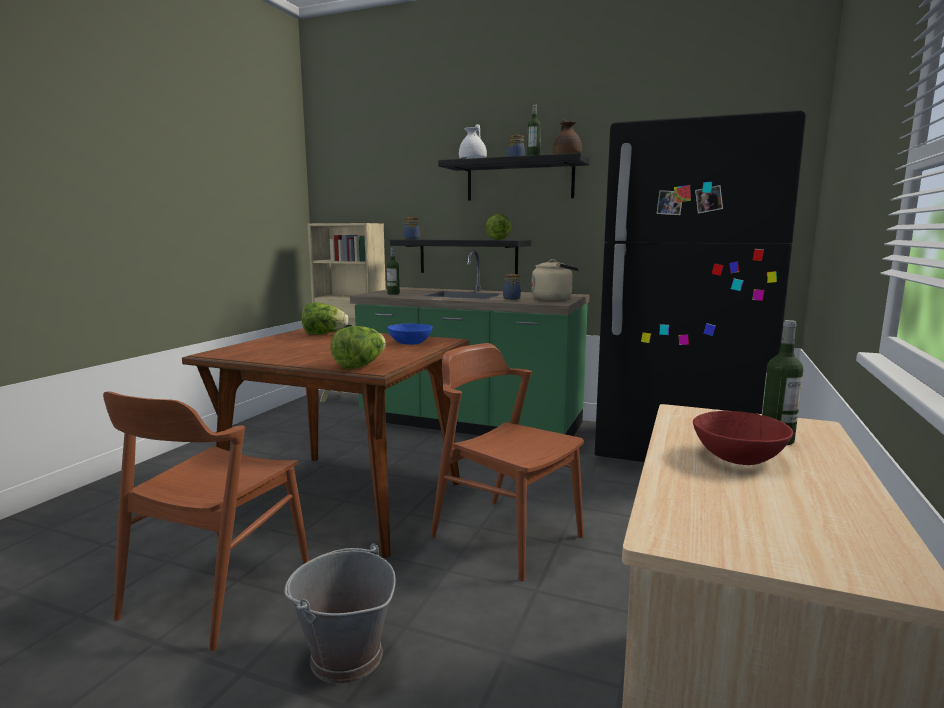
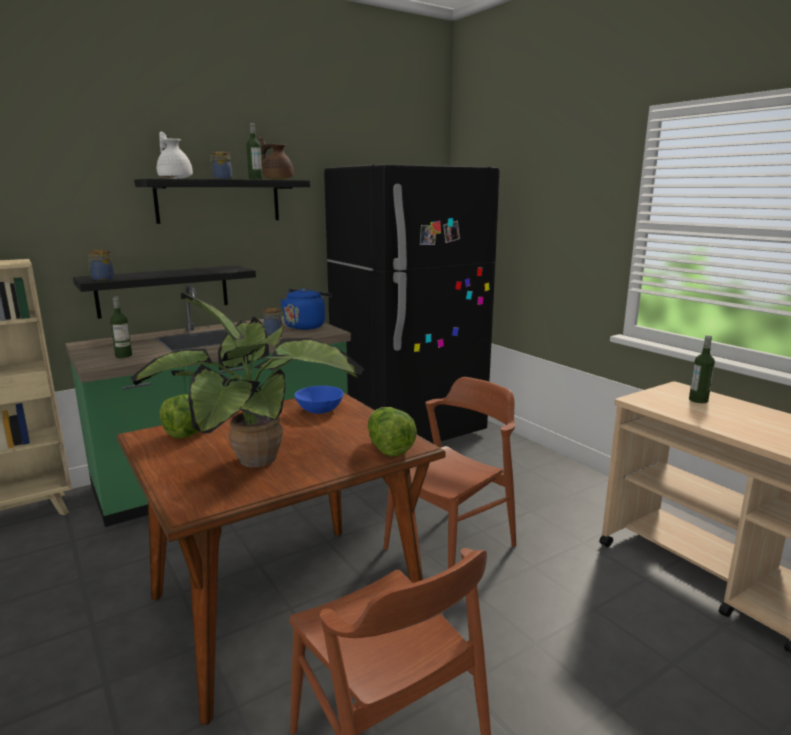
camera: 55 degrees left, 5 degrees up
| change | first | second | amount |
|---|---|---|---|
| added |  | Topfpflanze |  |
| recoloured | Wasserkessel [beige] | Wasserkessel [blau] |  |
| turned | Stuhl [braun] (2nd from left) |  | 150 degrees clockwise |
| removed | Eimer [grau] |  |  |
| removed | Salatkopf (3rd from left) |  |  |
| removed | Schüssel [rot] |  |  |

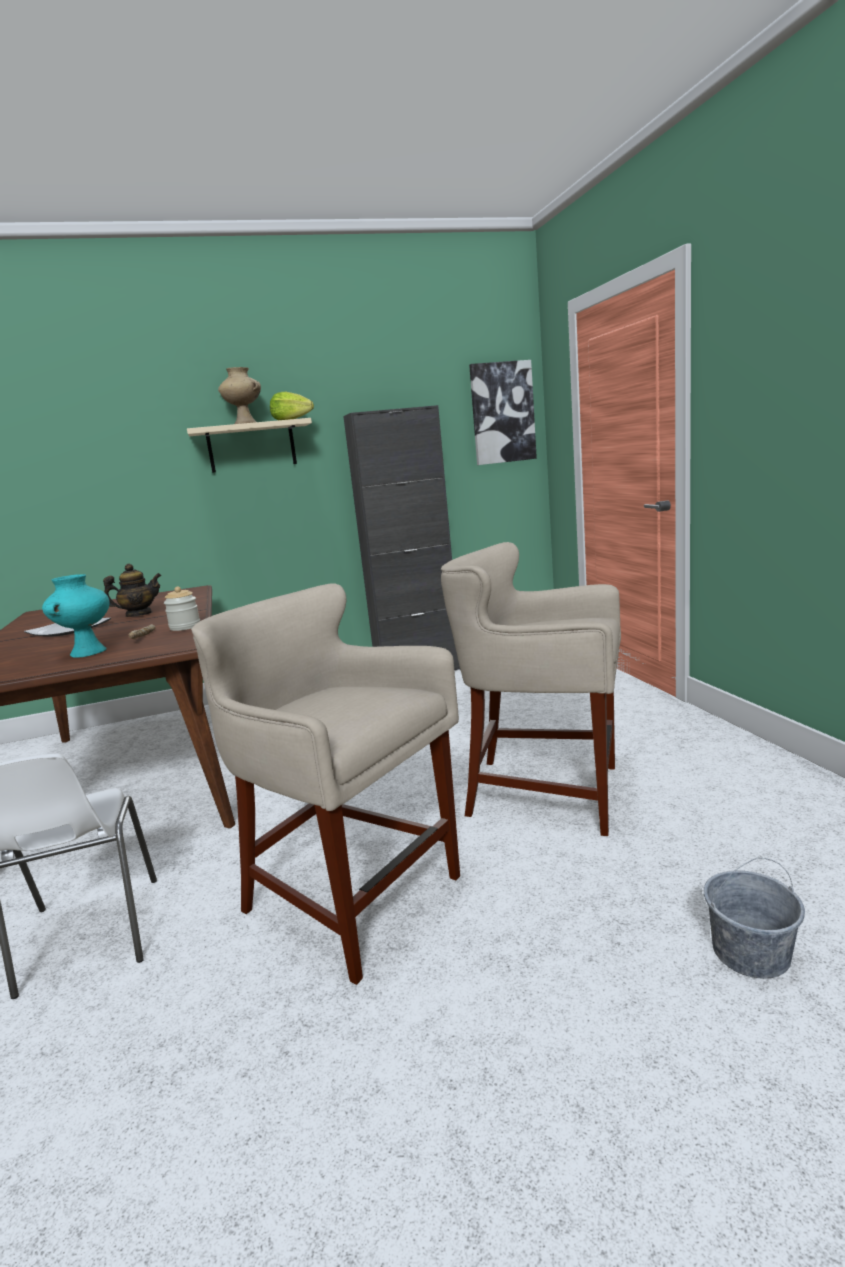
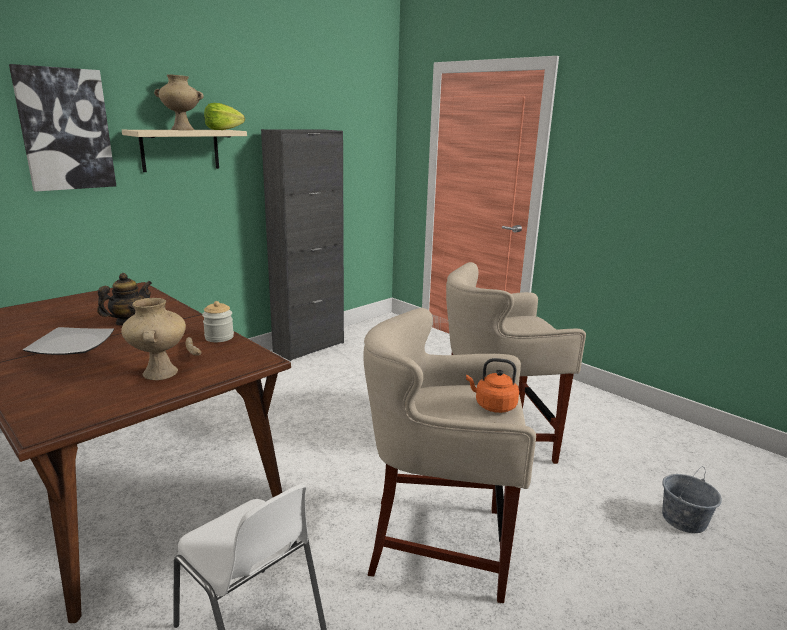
camera: 30 degrees left, 5 degrees up
| change | first | second | amount |
|---|---|---|---|
| moved | Bild |  |  |
| recoloured | Vase [türkis] | Vase [beige] (1st from left) |  |
| added |  | Wasserkessel [orange] |  |

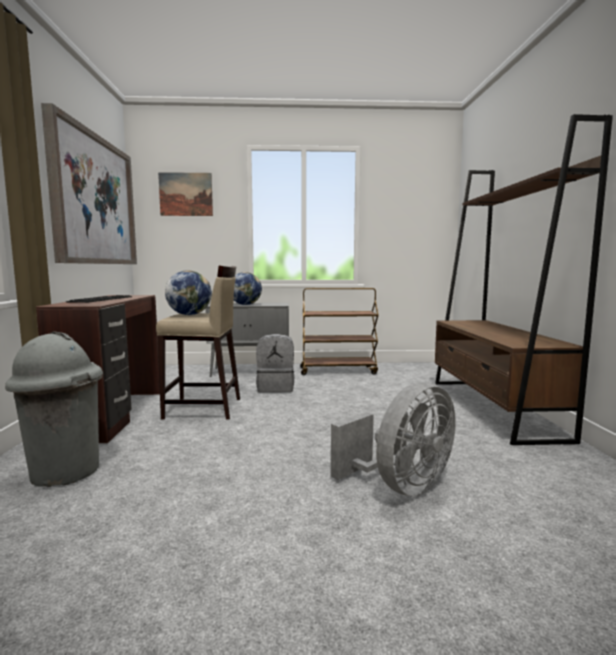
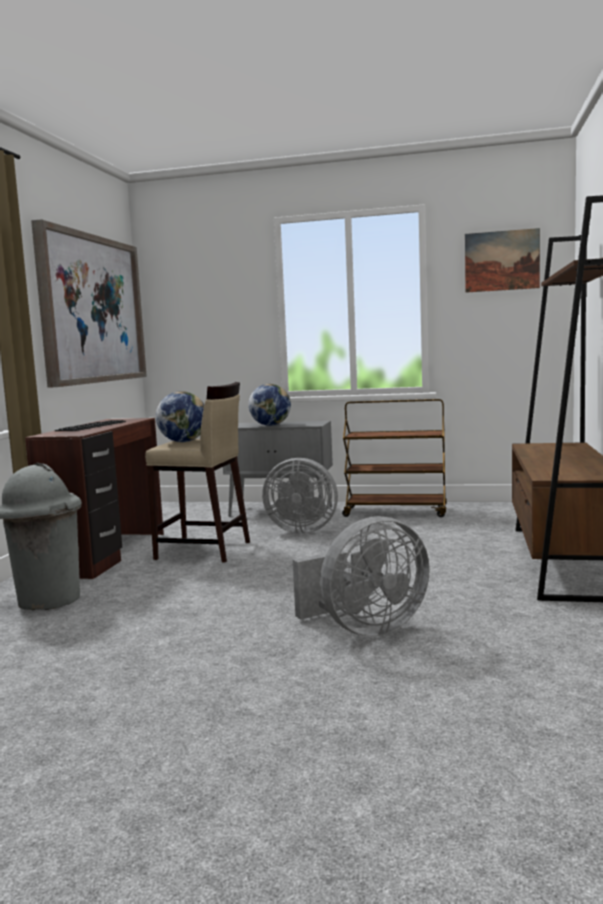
camera: 15 degrees right, 0 degrees up
| change | first | second | amount |
|---|---|---|---|
| replaced | Rucksack [grau] | Ventilator [grau] (1st from left) |  |
| moved | Bild (2nd from left) |  |  |

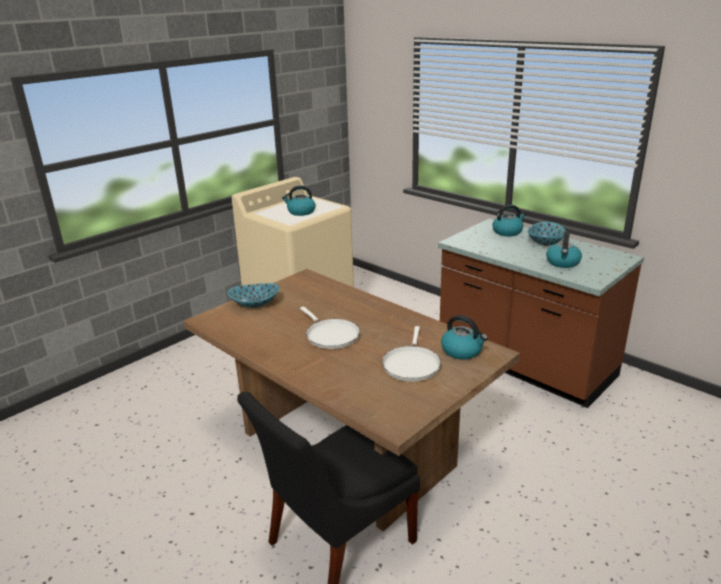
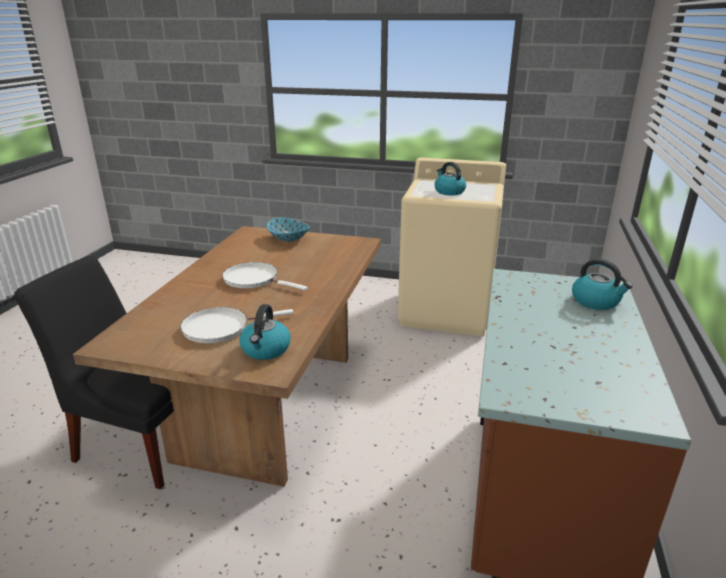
camera: 60 degrees right, 0 degrees up
| change | first | second | amount |
|---|---|---|---|
| turned | Pfanne [weiß] (1st from left in the first image) | Pfanne [weiß] (2nd from left) | 90 degrees clockwise |
| removed | Schüssel (2nd from left) |  |  |
| removed | Wasserkessel (4th from left) |  |  |

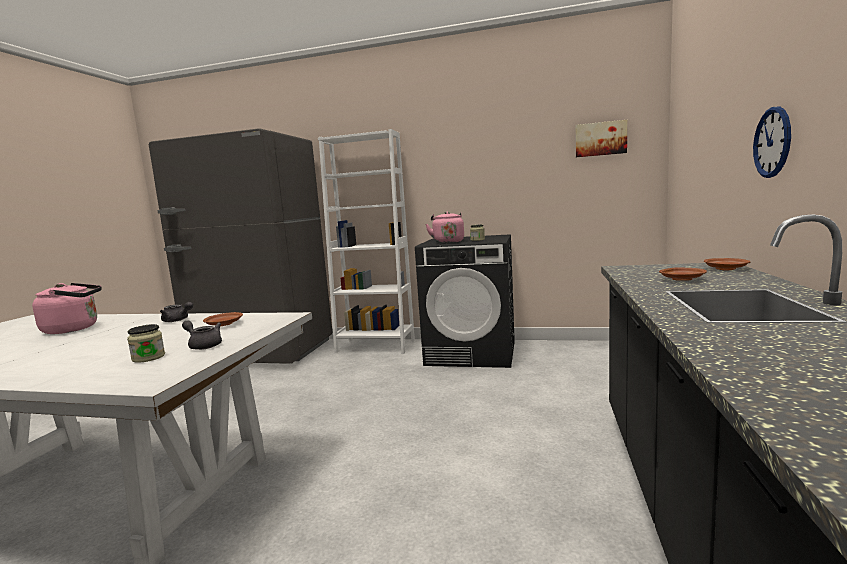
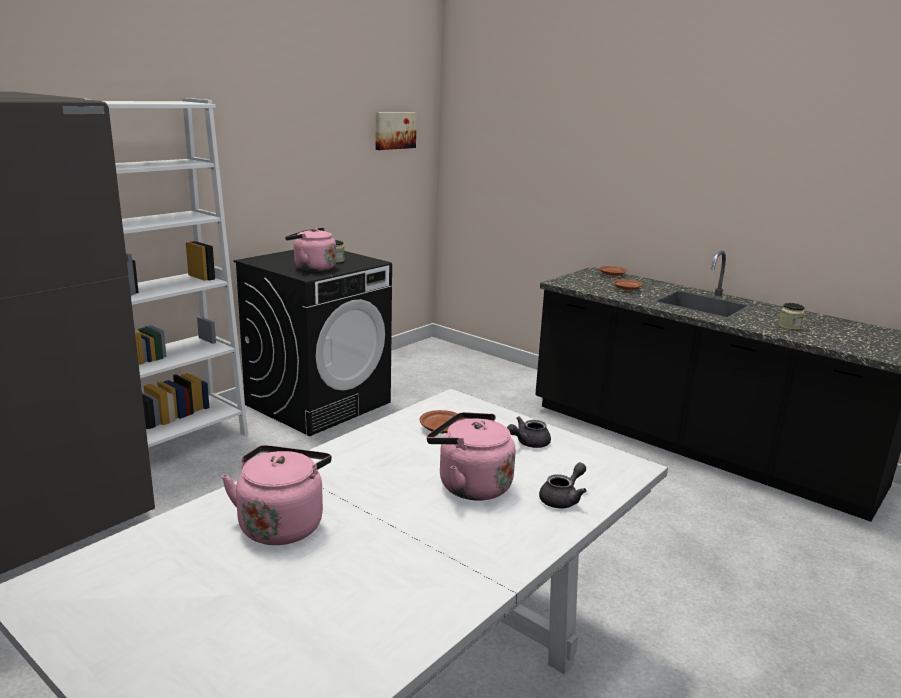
camera: 65 degrees left, 10 degrees up
| change | first | second | amount |
|---|---|---|---|
| added |  | Wasserkessel [rosa] (3rd from left) |  |
| moved | Teekanne [grau] (1st from left in the first image) | Teekanne [grau] (2nd from left) |  |
| moved | Vorratsglas (1st from left in the first image) | Vorratsglas (2nd from left) |  |
| removed | Wanduhr |  |  |

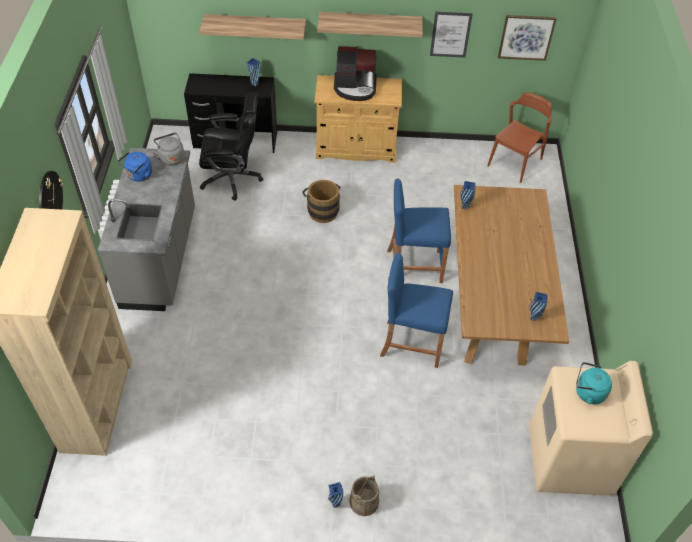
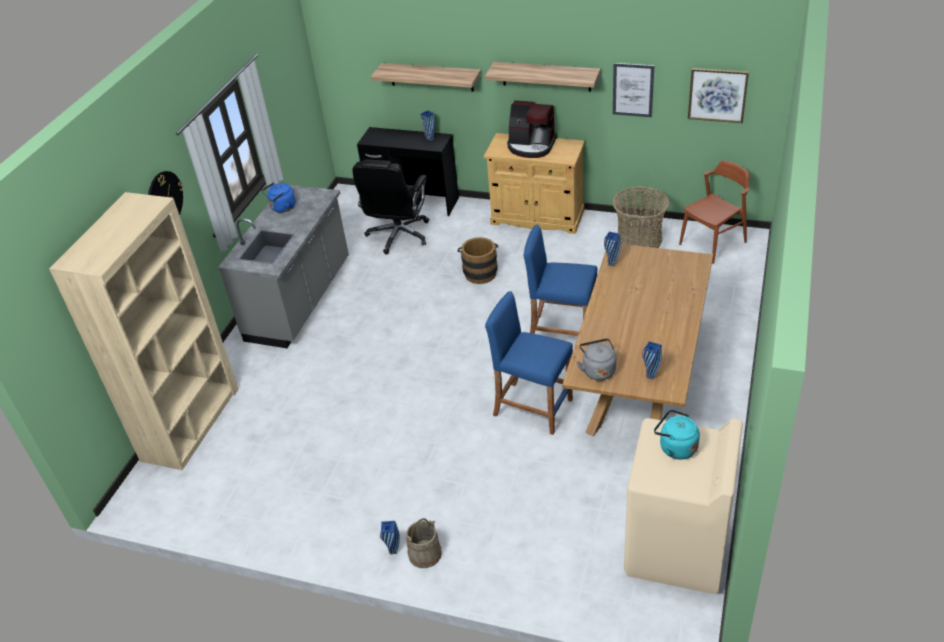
camera: 20 degrees right, 10 degrees down
| change | first | second | amount |
|---|---|---|---|
| turned | Bürostuhl [schwarz] |  | 90 degrees clockwise |
| moved | Wasserkessel [grau] |  |  |
| added |  | Korb |  |

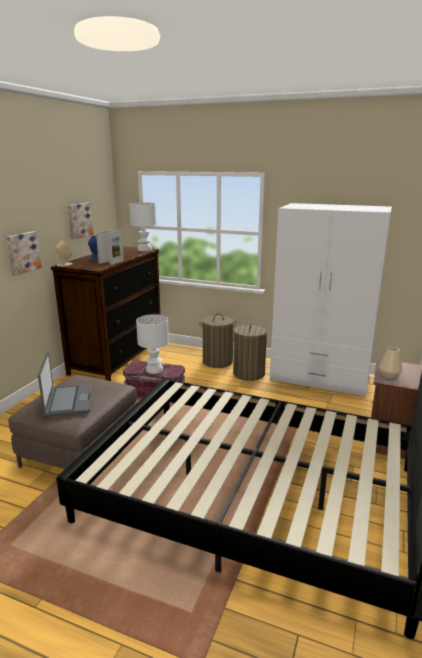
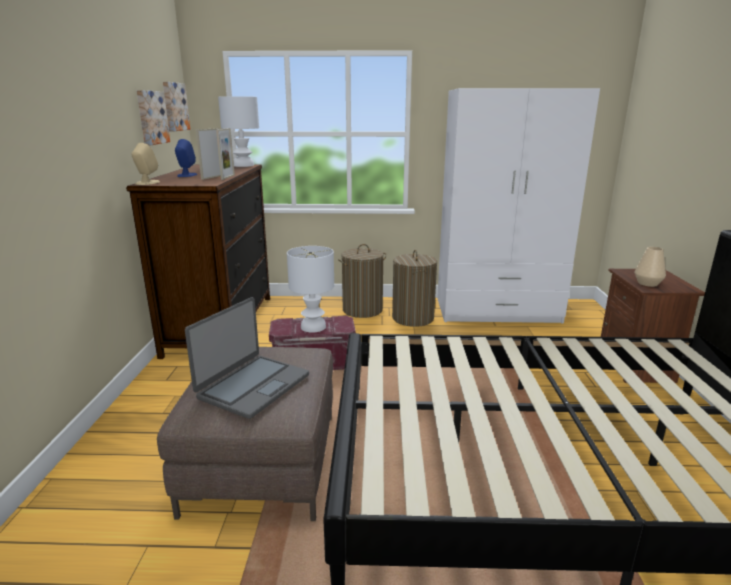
camera: 20 degrees left, 0 degrees up
| change | first | second | amount |
|---|---|---|---|
| moved | Bild (1st from left in the first image) | Bild (2nd from left) |  |
| turned | Laptop |  | 60 degrees clockwise |

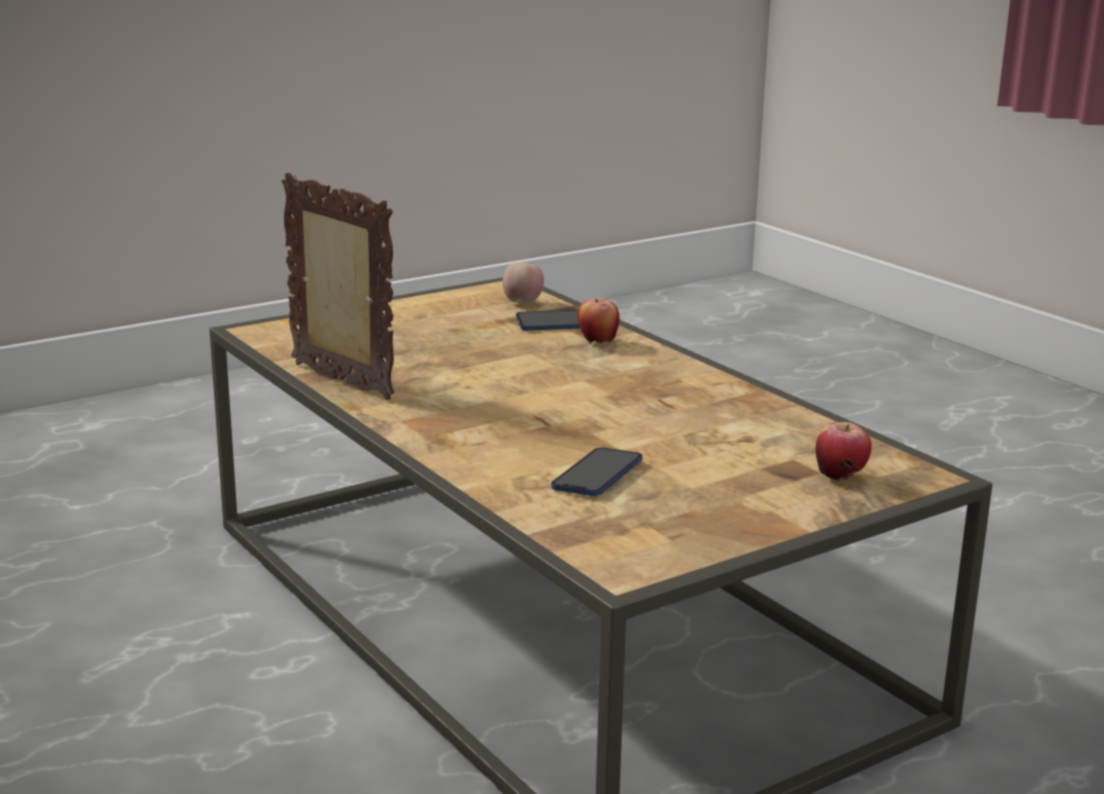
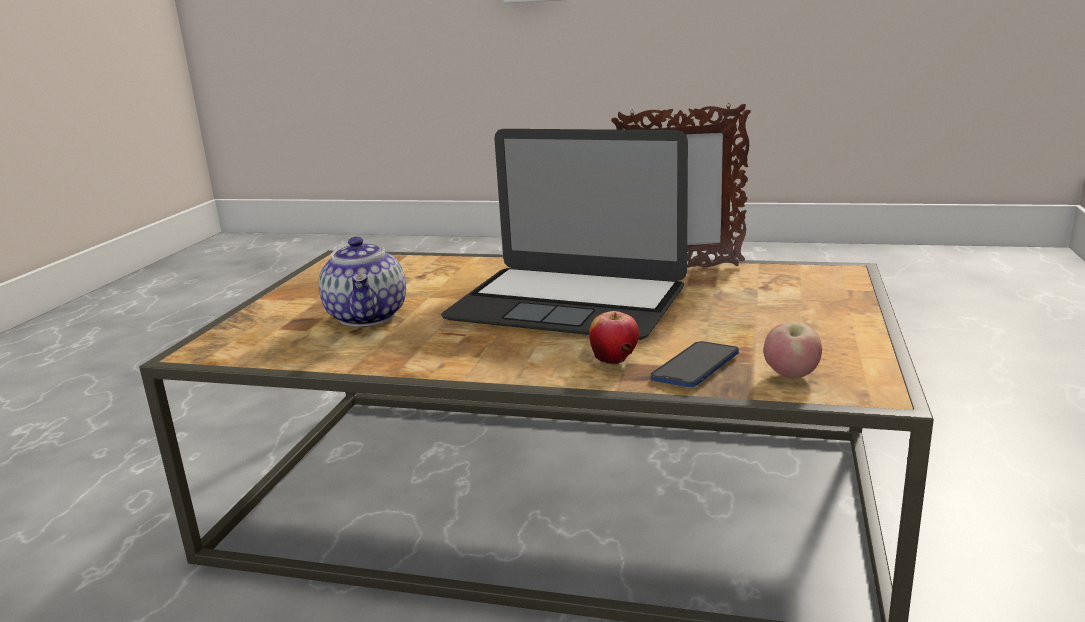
camera: 140 degrees right, 0 degrees up
| change | first | second | amount |
|---|---|---|---|
| added |  | Teekanne |  |
| added |  | Laptop |  |
| removed | Handy (2nd from left) |  |  |
| removed | Apfel (3rd from left) |  |  |

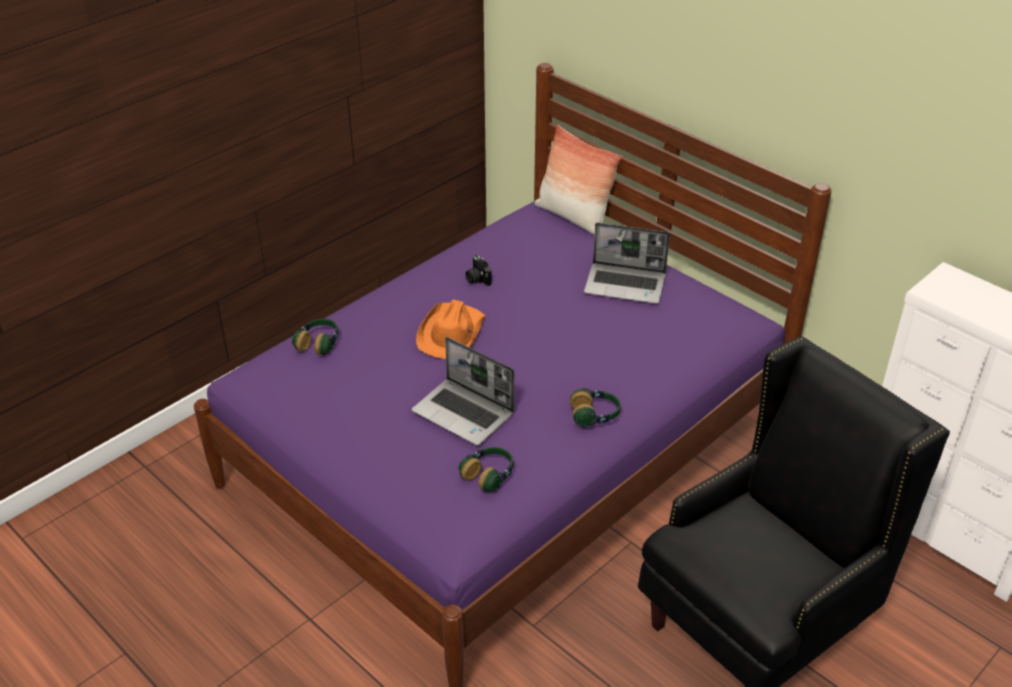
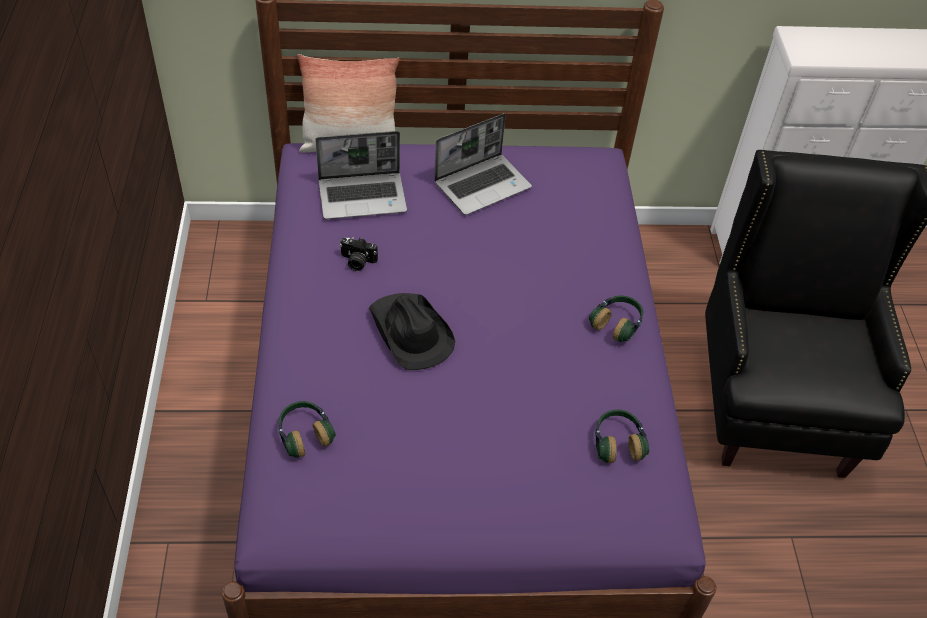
camera: 50 degrees left, 10 degrees up
| change | first | second | amount |
|---|---|---|---|
| moved | Laptop (1st from left) |  |  |
| recoloured | Hut [orange] | Hut [schwarz] |  |

